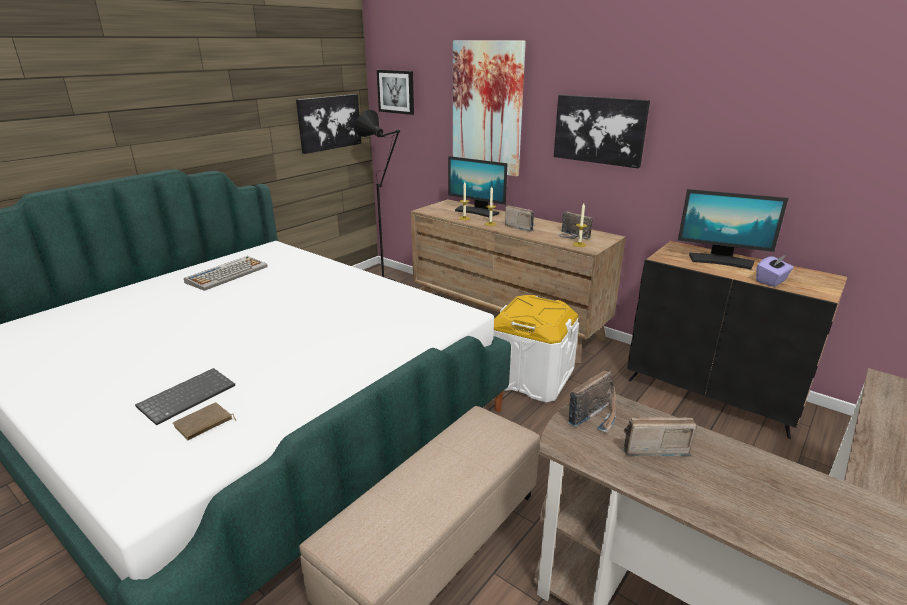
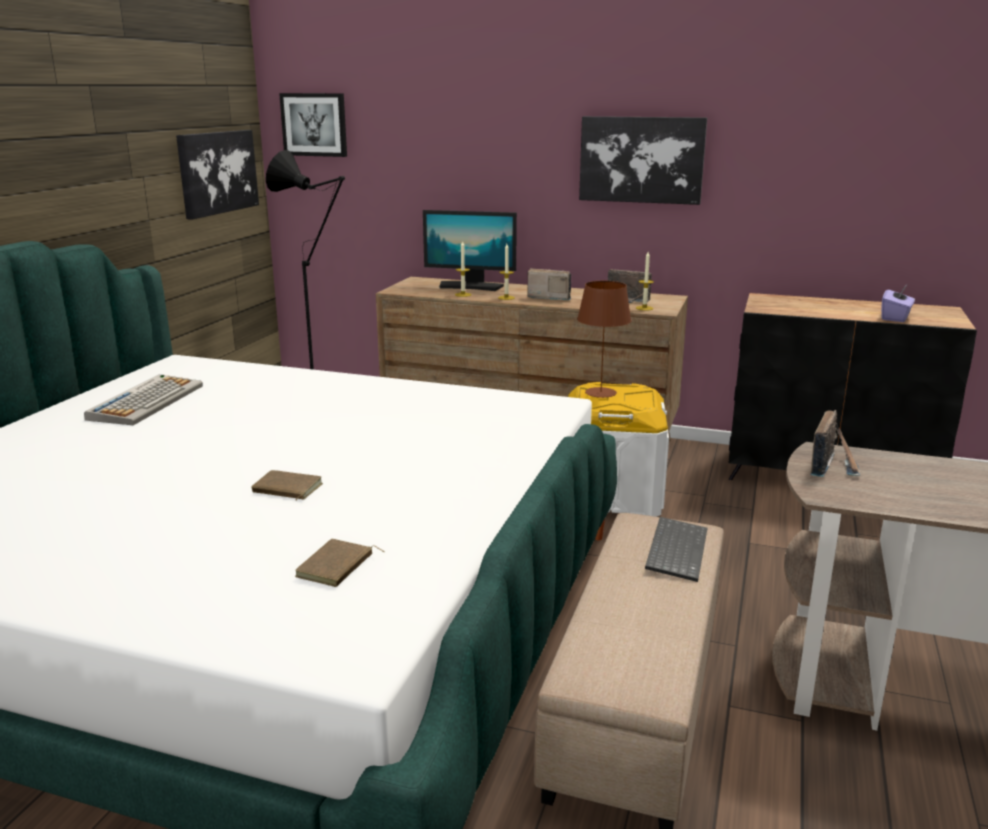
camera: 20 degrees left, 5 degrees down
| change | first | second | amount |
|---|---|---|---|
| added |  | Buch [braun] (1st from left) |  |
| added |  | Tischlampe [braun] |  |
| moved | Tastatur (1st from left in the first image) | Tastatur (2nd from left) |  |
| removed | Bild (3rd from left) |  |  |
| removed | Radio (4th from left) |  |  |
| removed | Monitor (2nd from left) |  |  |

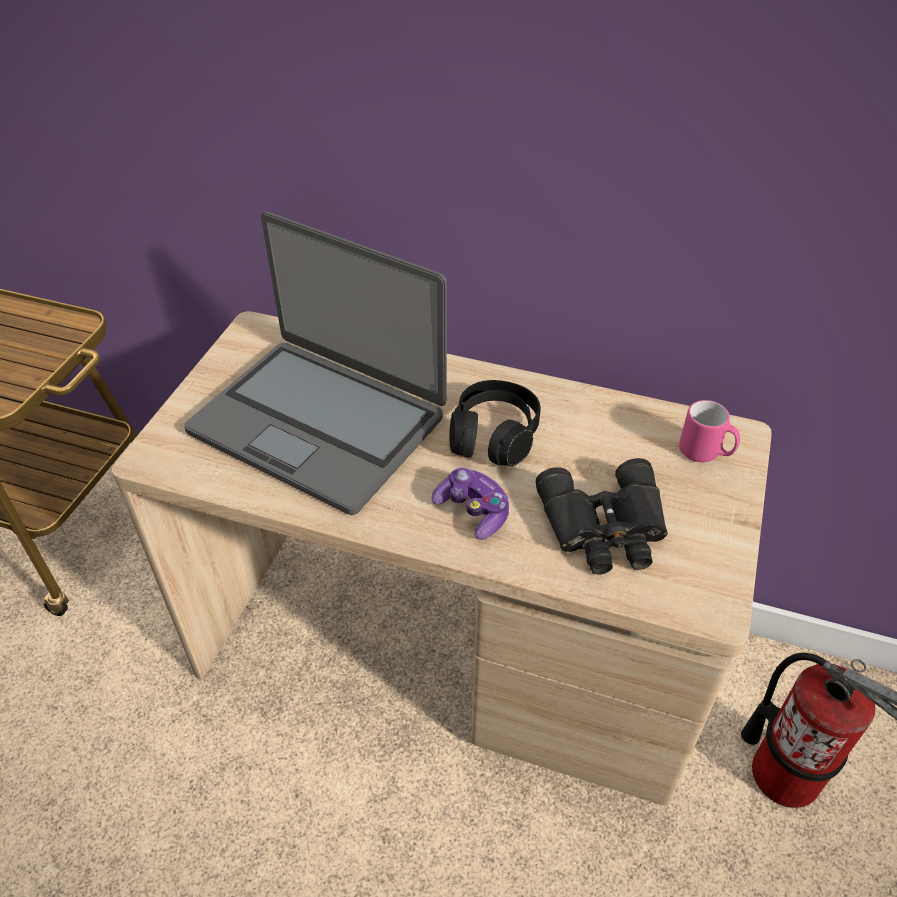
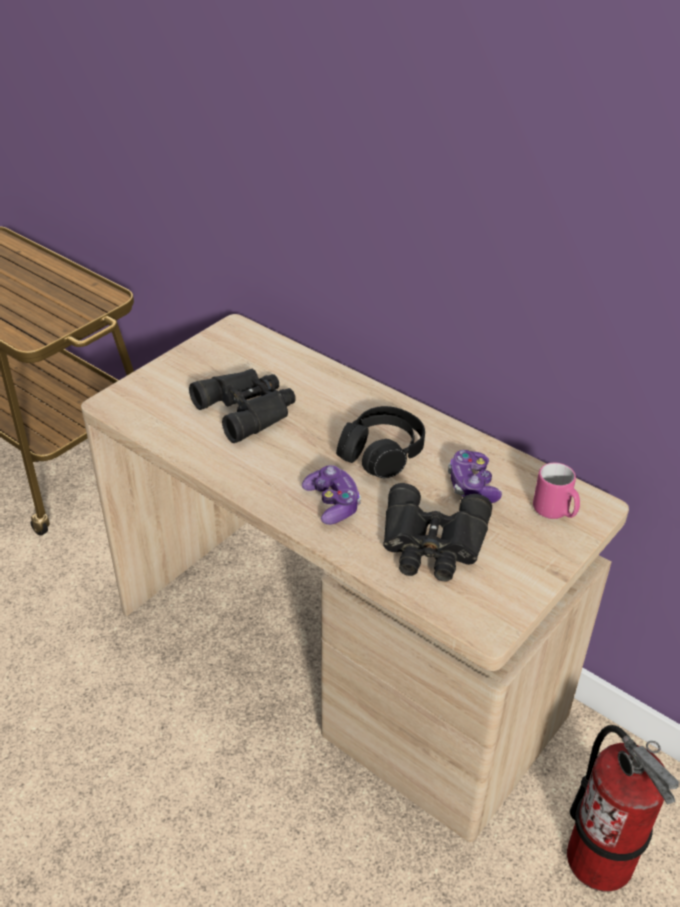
camera: 20 degrees right, 5 degrees down
| change | first | second | amount |
|---|---|---|---|
| replaced | Laptop | Fernglas [schwarz] (1st from left) |  |
| added |  | Gamepad (2nd from left) |  |

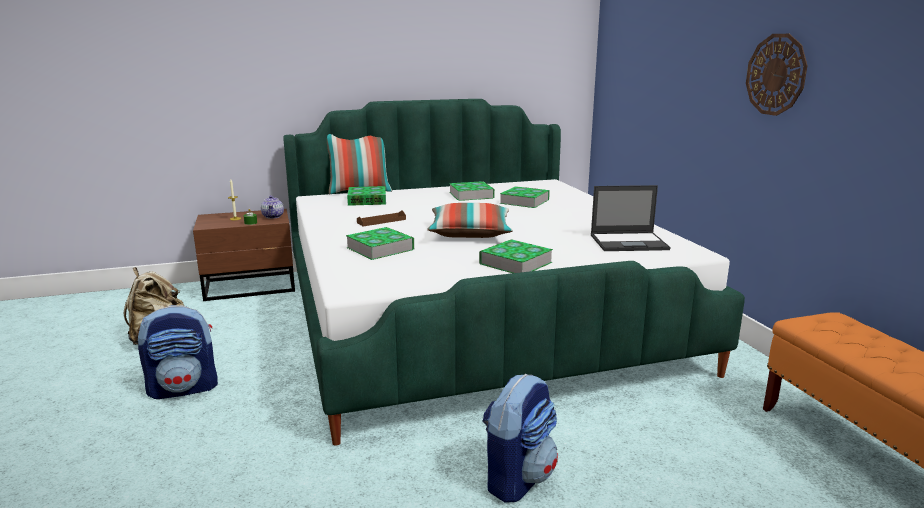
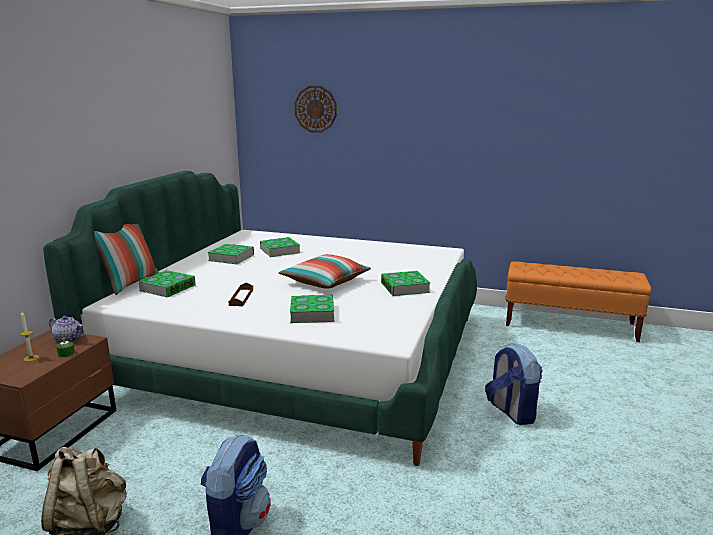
camera: 55 degrees left, 0 degrees up
| change | first | second | amount |
|---|---|---|---|
| moved | Wanduhr |  |  |
| removed | Laptop |  |  |

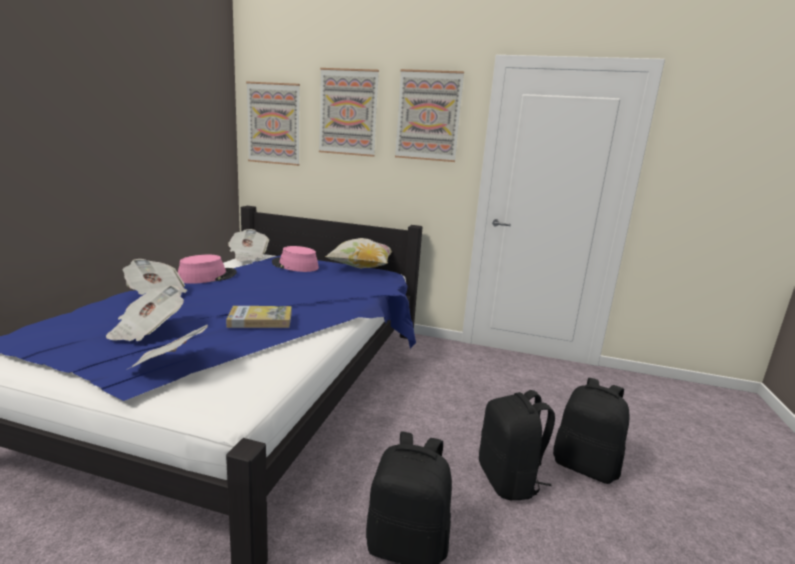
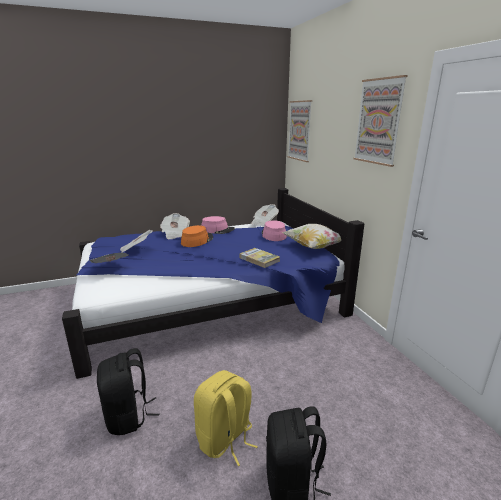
camera: 55 degrees right, 5 degrees up
| change | first | second | amount |
|---|---|---|---|
| added |  | Hut [orange] |  |
| recoloured | Rucksack [schwarz] (2nd from left) | Rucksack [gelb] |  |
| moved | Buch |  |  |
| removed | Bild (2nd from left) |  |  |

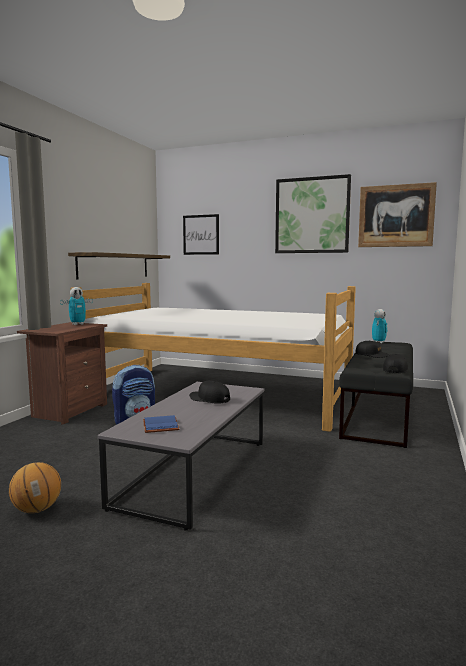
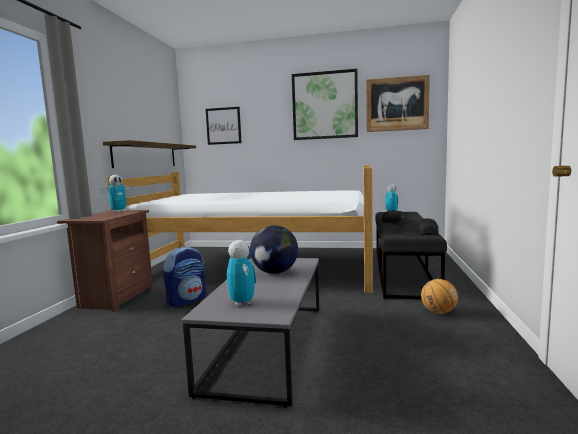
camera: 10 degrees left, 0 degrees up
| change | first | second | amount |
|---|---|---|---|
| replaced | Buch [blau] | Spielzeugroboter (2nd from left) |  |
| replaced | Kappe [schwarz] (1st from left) | Globus |  |
| moved | Basketball |  |  |

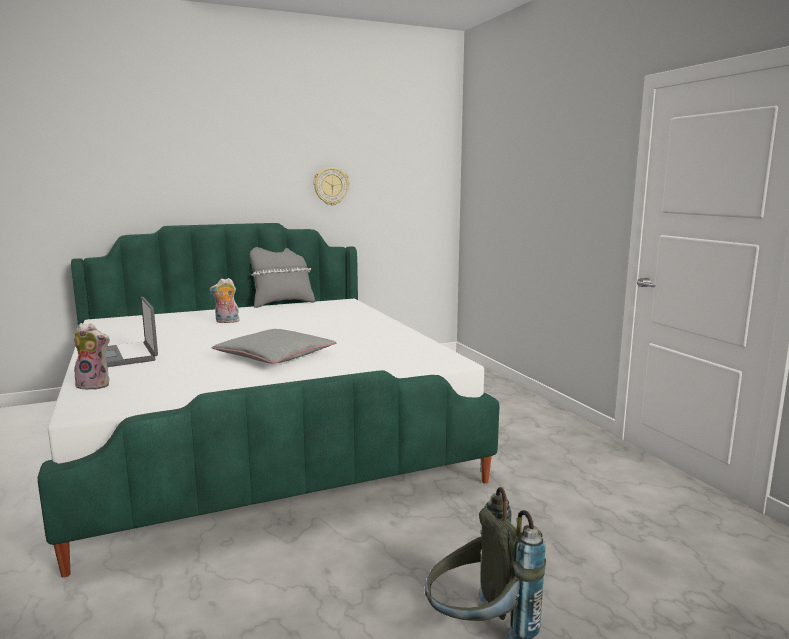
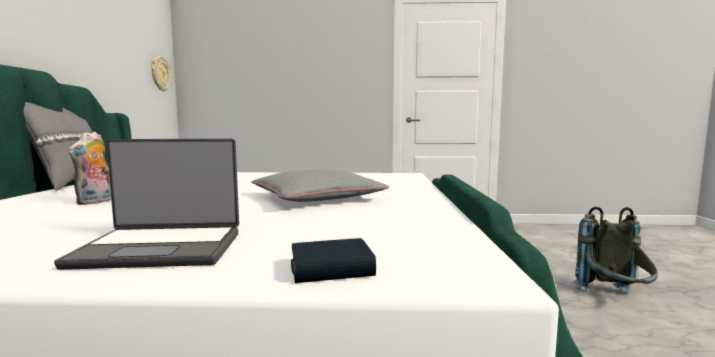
camera: 65 degrees left, 5 degrees down
| change | first | second | amount |
|---|---|---|---|
| moved | Wanduhr |  |  |
| replaced | Plüschtier (1st from left) | Buch |  |

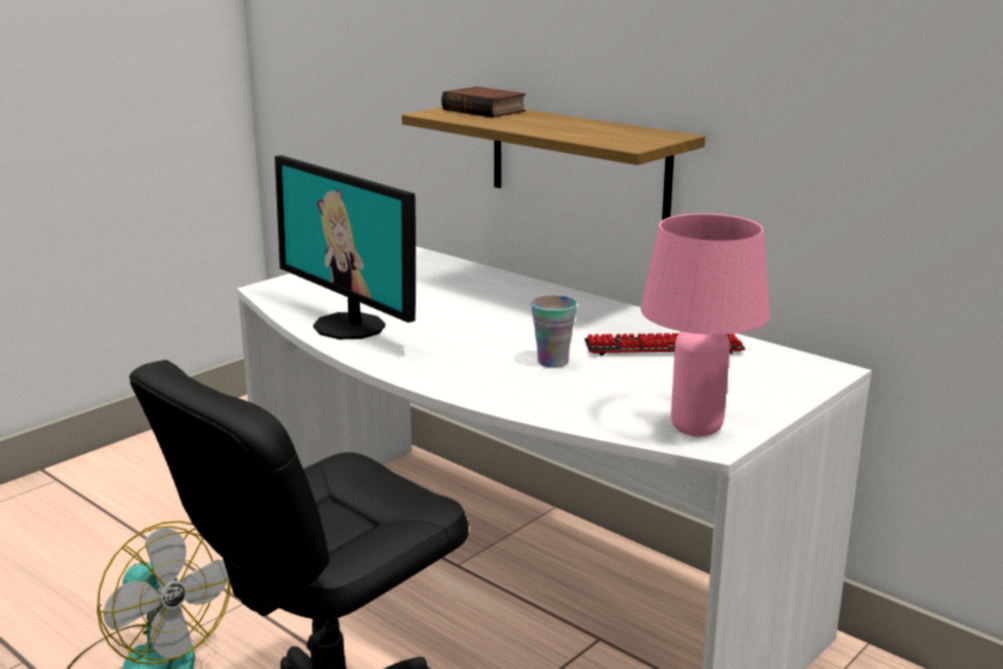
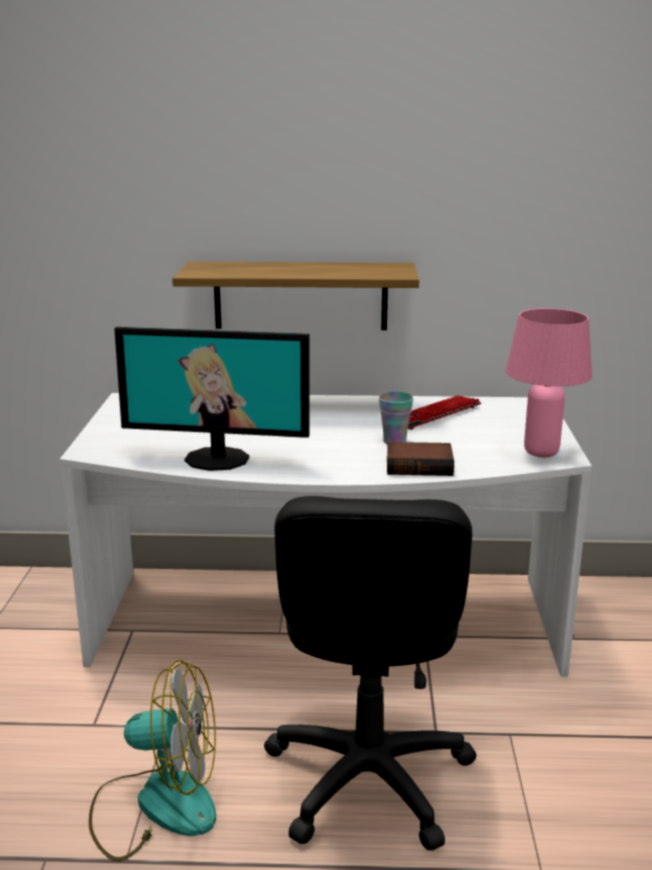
camera: 40 degrees left, 0 degrees up
| change | first | second | amount |
|---|---|---|---|
| moved | Buch |  |  |

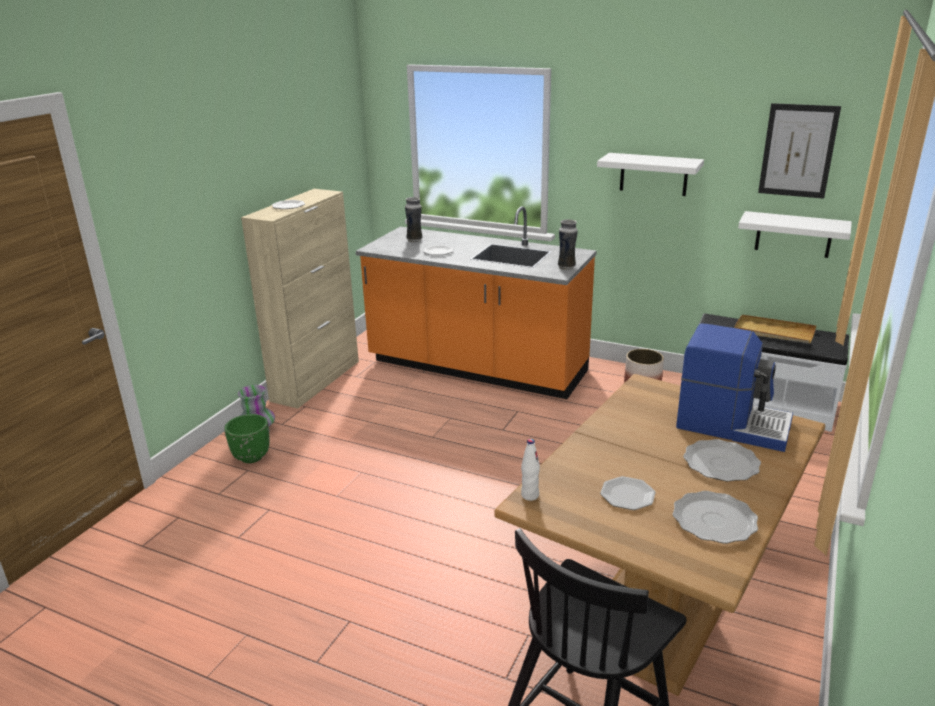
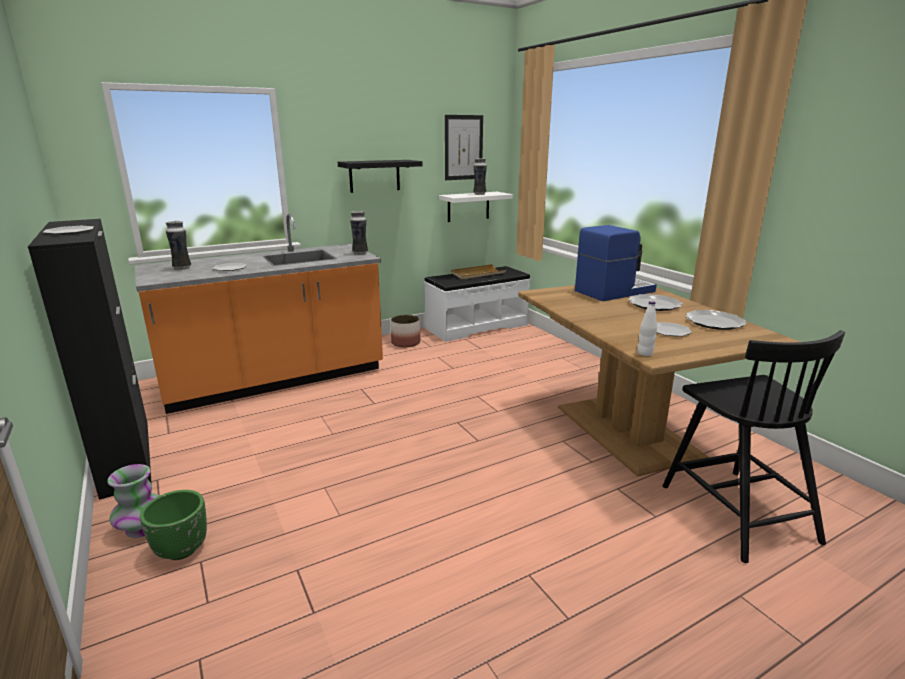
camera: 55 degrees left, 5 degrees down
| change | first | second | amount |
|---|---|---|---|
| recoloured | Schrank [beige] | Schrank [schwarz] |  |
| recoloured | Wandregal [weiß] (1st from left) | Wandregal [schwarz] |  |
| added |  | Vase (4th from left) |  |

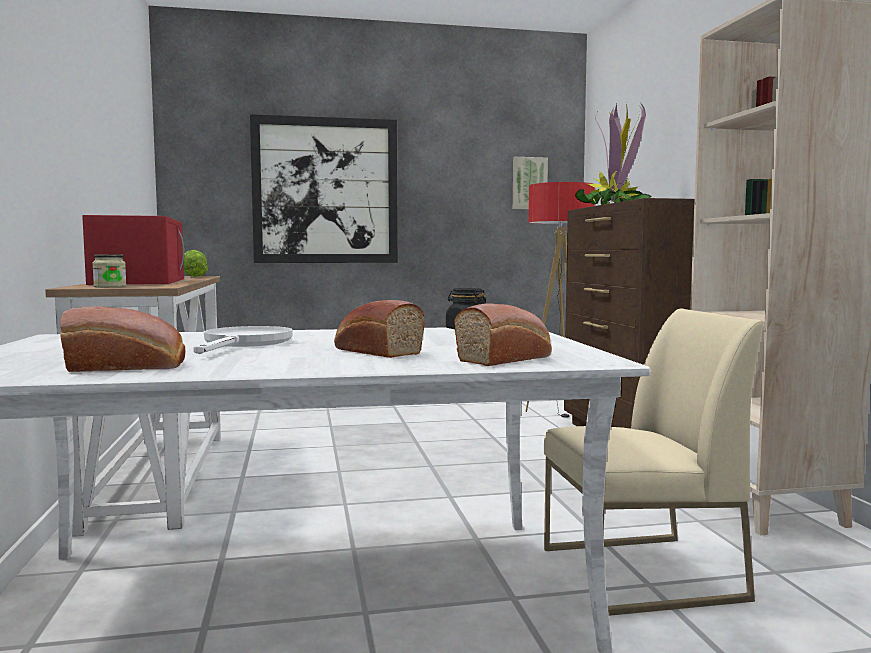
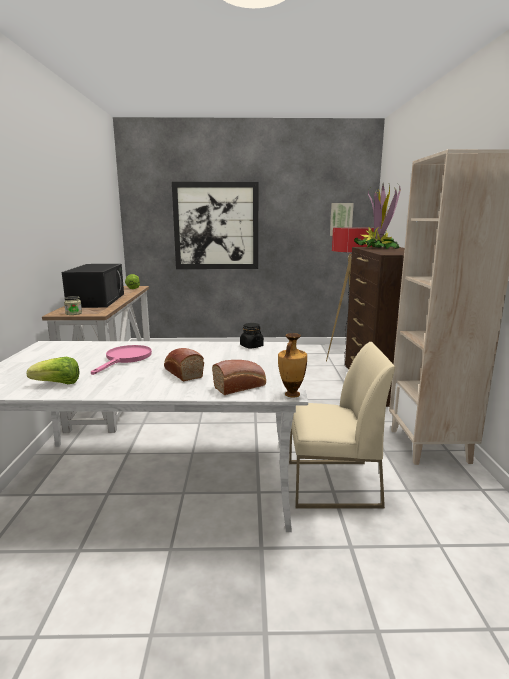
camera: 10 degrees right, 10 degrees up
| change | first | second | amount |
|---|---|---|---|
| replaced | Brot (1st from left) | Salatkopf (1st from left) |  |
| recoloured | Mikrowelle [rot] | Mikrowelle [schwarz] |  |
| recoloured | Pfanne [weiß] | Pfanne [rosa] |  |
| added |  | Vase |  |

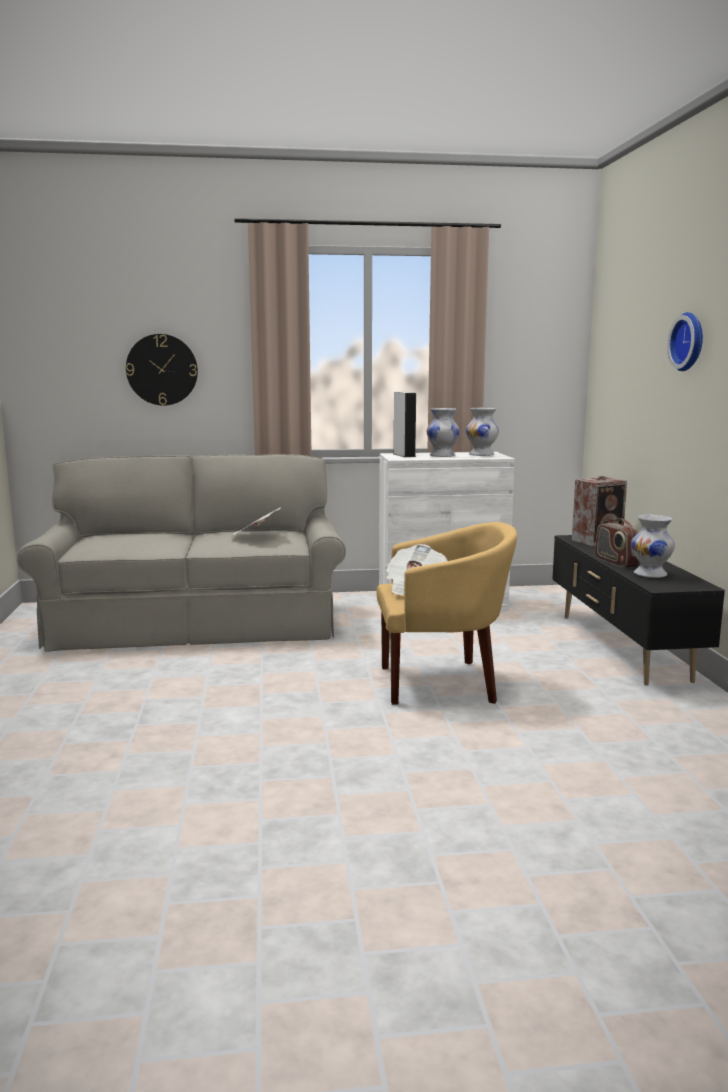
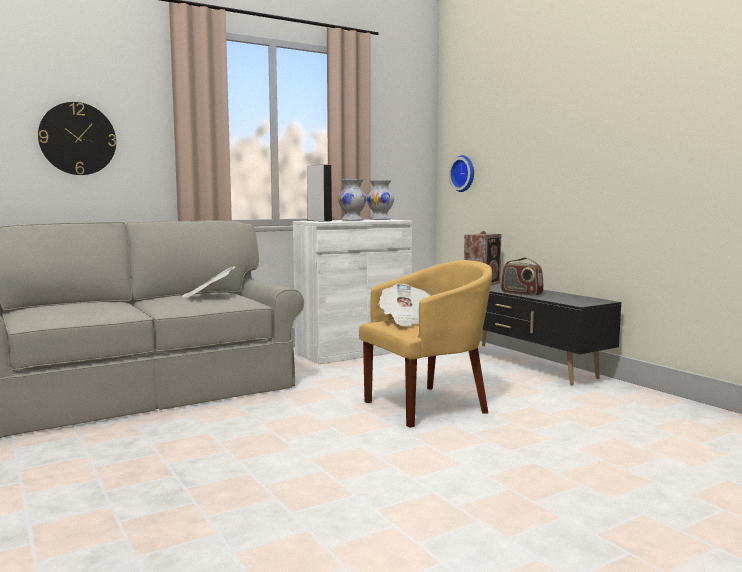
camera: 25 degrees left, 5 degrees down
| change | first | second | amount |
|---|---|---|---|
| moved | Wanduhr (2nd from left) |  |  |
| removed | Vase [weiß] (3rd from left) |  |  |

